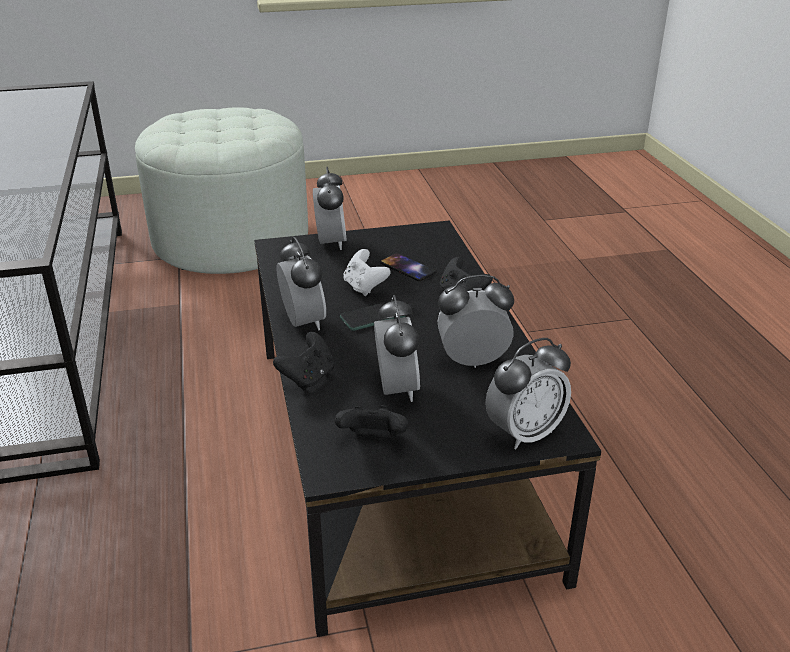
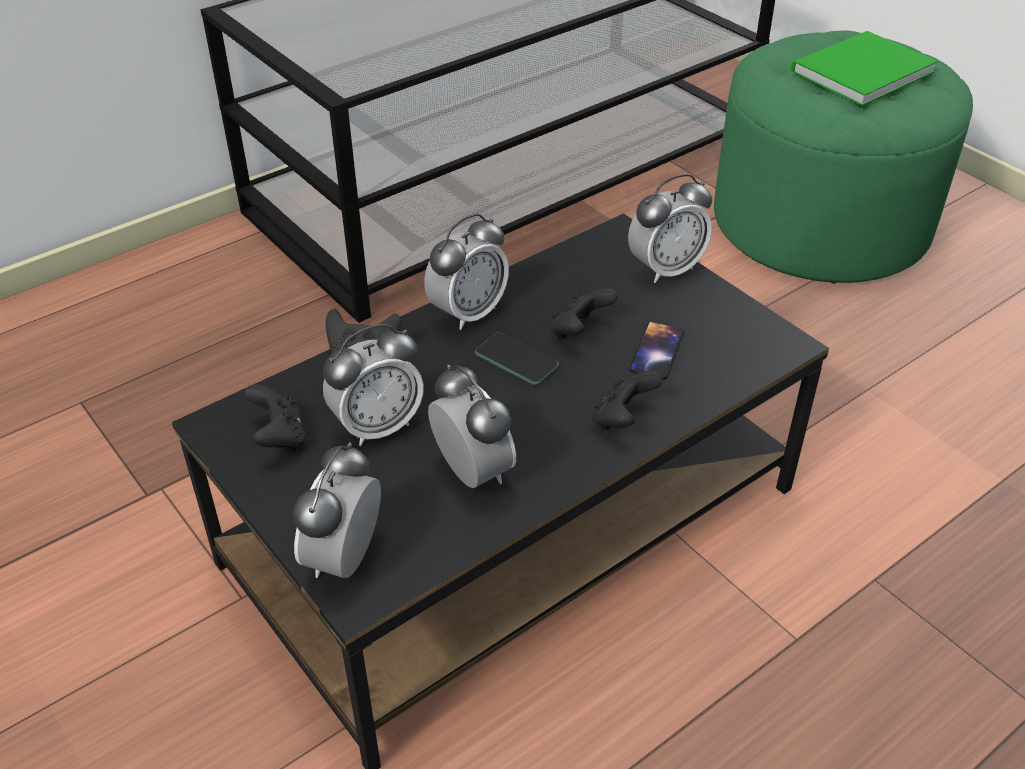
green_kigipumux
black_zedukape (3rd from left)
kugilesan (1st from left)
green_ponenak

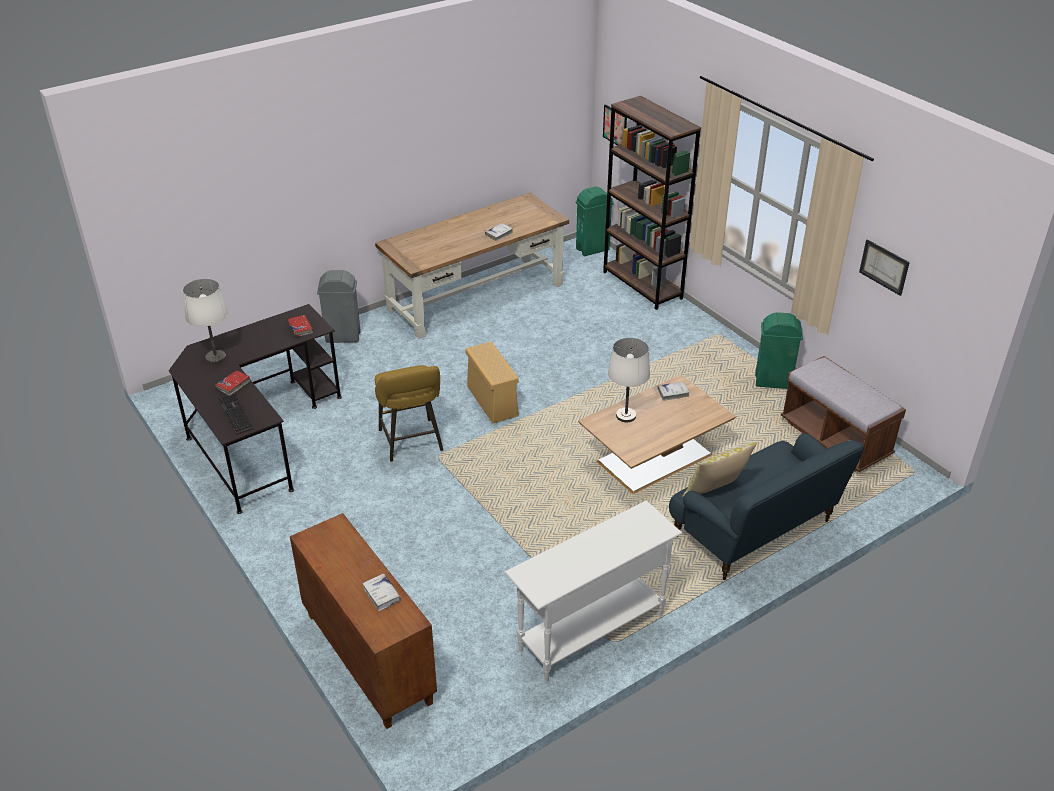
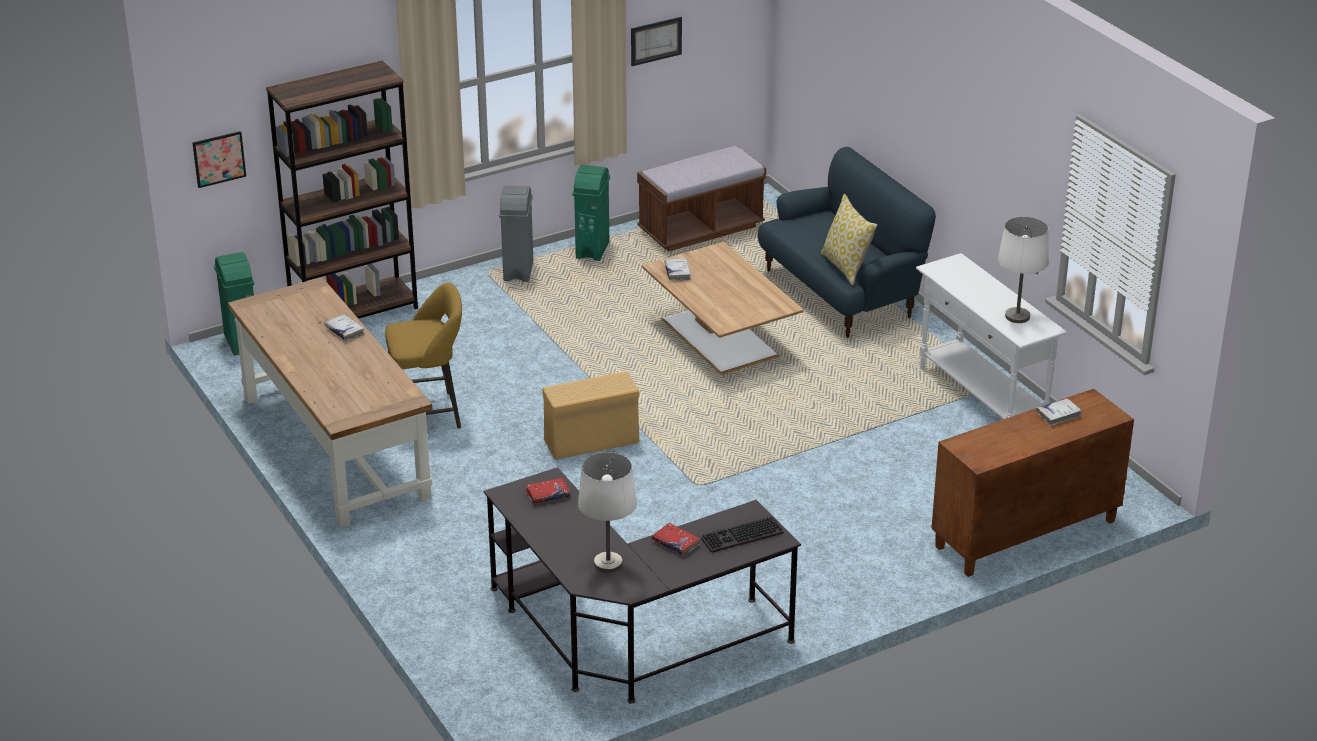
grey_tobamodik
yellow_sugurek
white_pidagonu (2nd from left)

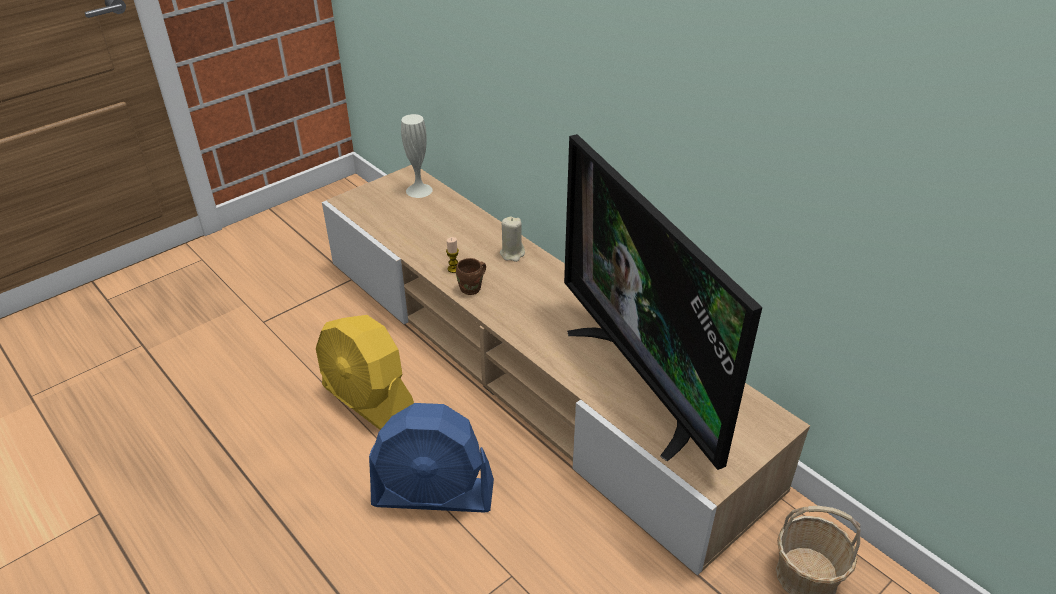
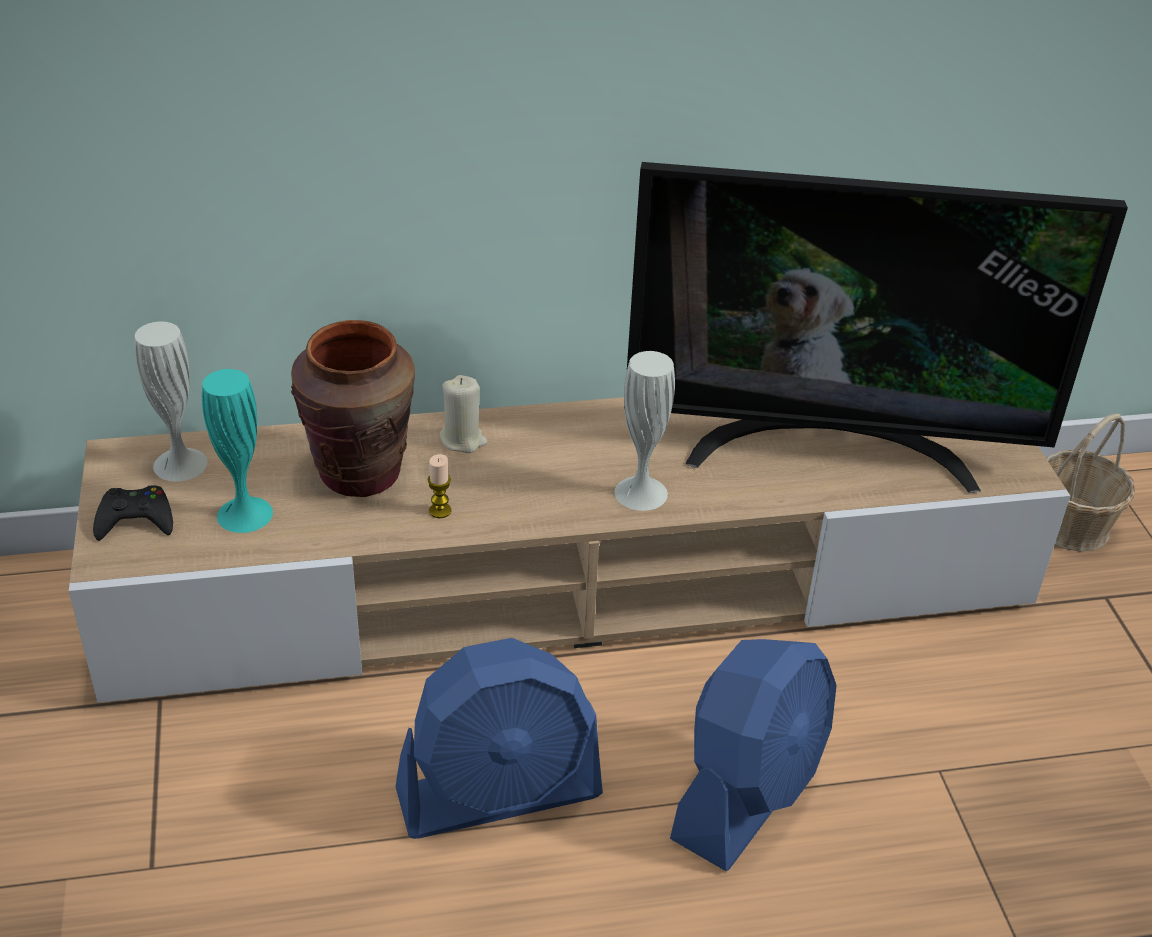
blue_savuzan (1st from left)
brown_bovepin
black_zedukape
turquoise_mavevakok
brown_mavevakok
white_mavevakok (2nd from left)

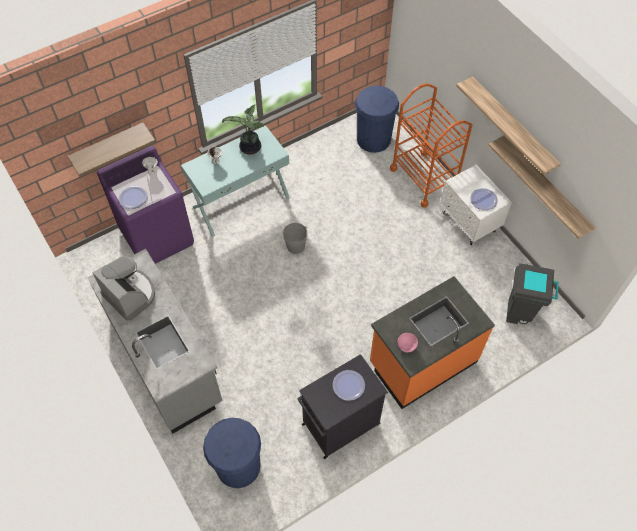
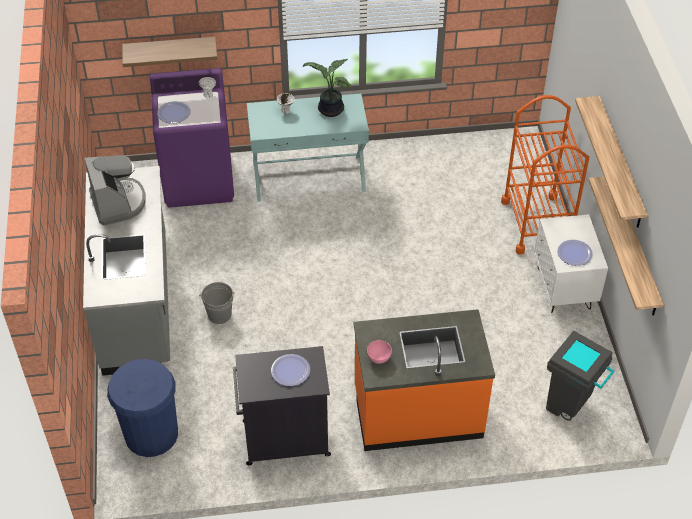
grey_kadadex
blue_tobamodik (2nd from left in the first image)

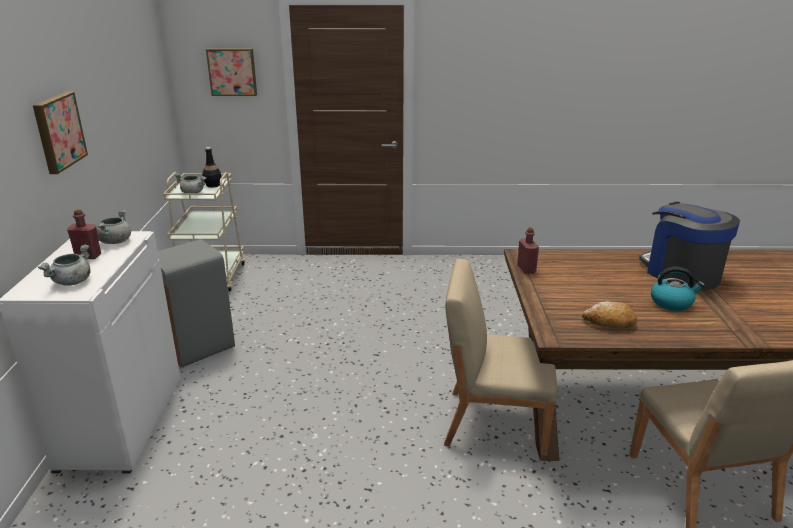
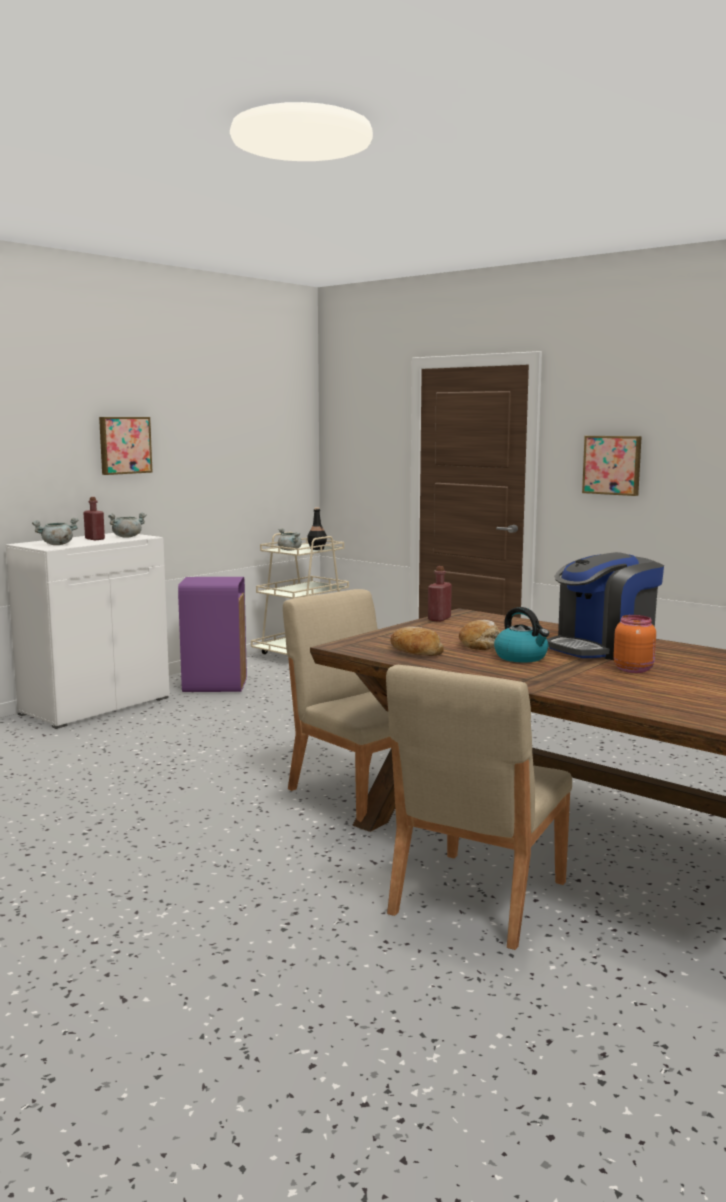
purple_tobamodik
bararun (2nd from left)
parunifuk
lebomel (2nd from left)
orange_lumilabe

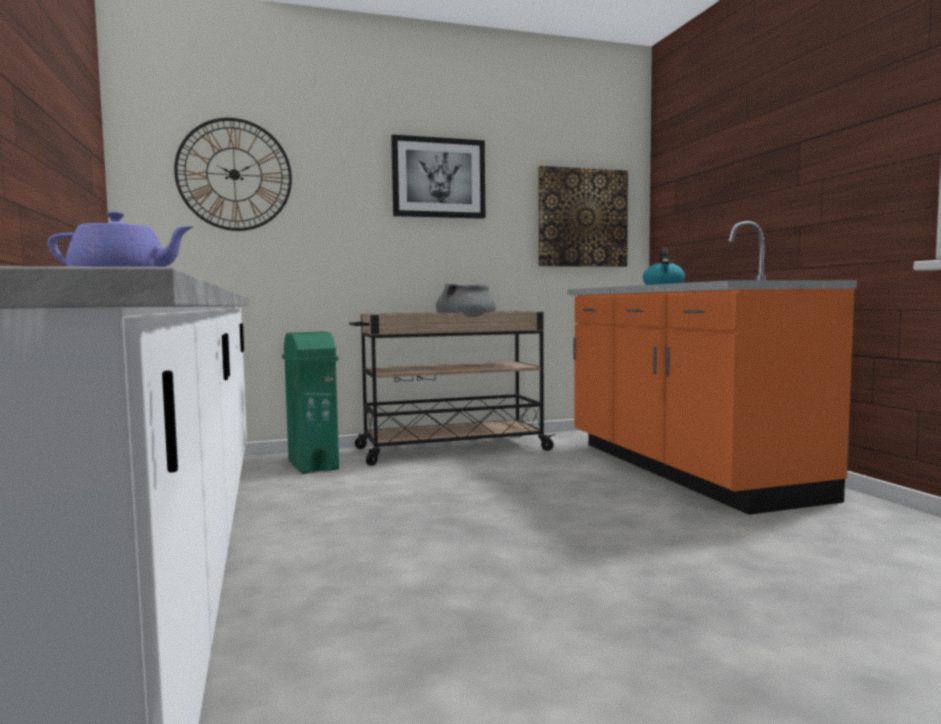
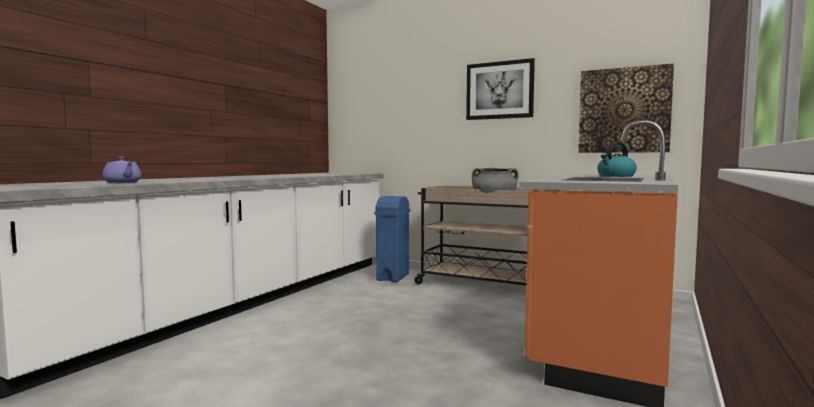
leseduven
blue_tobamodik

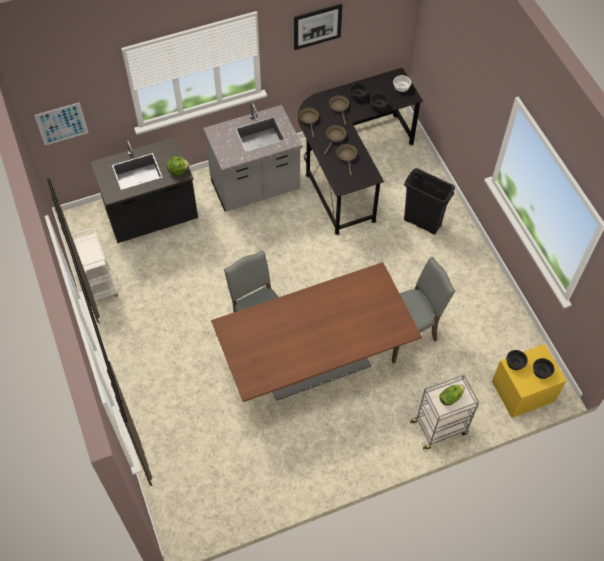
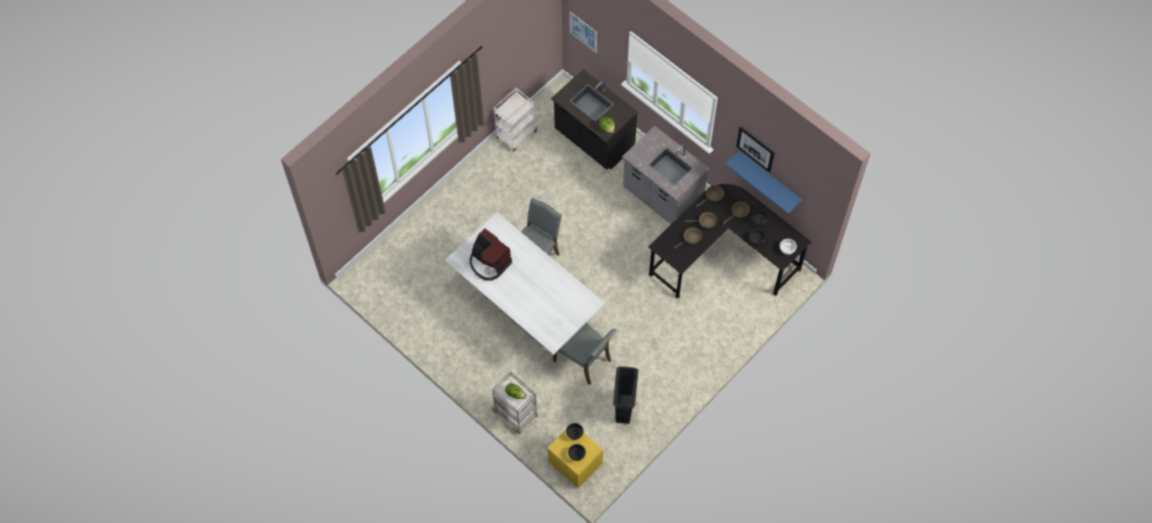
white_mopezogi
black_tobamodik
parunifuk
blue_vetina

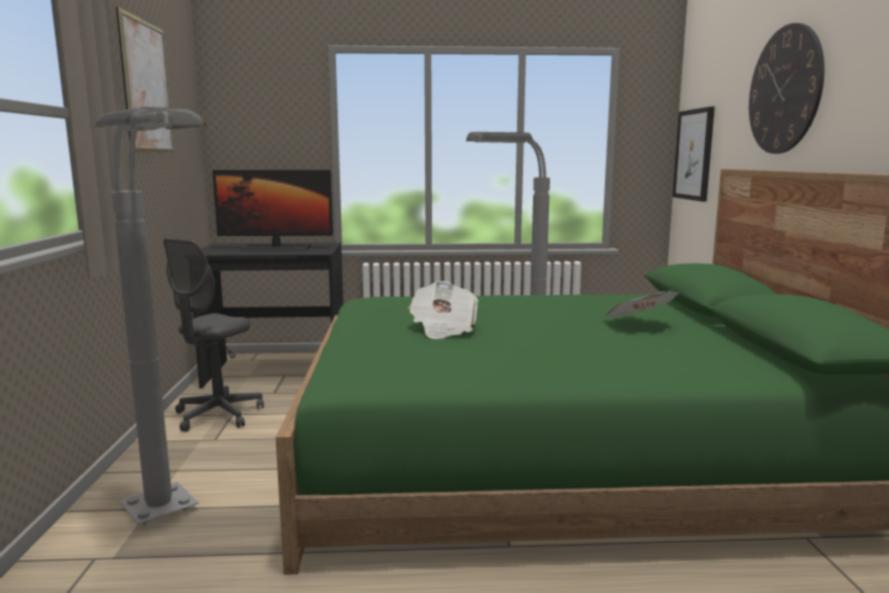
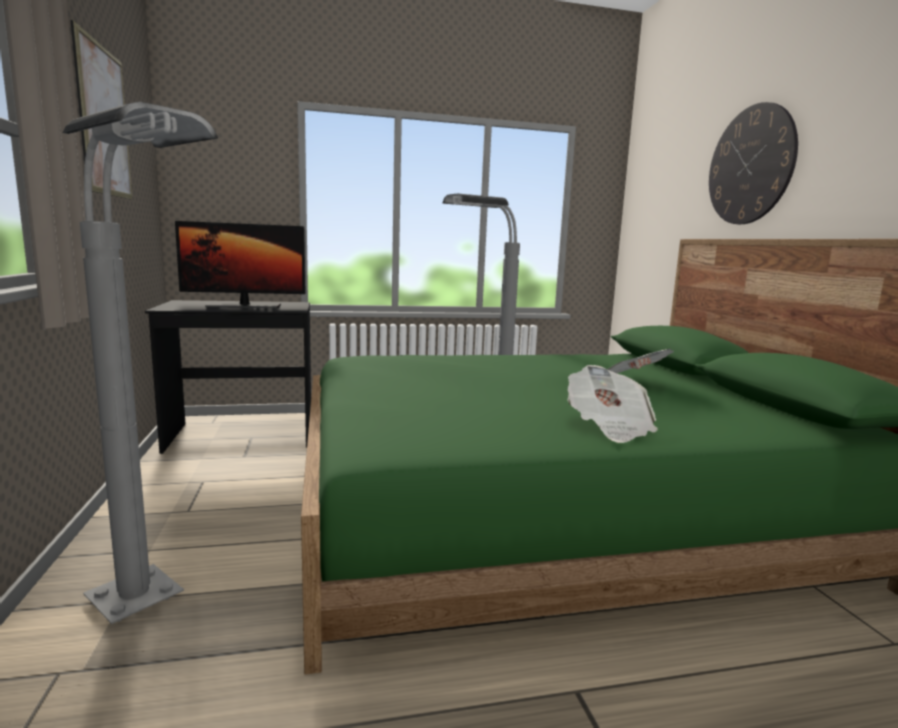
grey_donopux
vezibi (1st from left)
bararun (2nd from left in the first image)

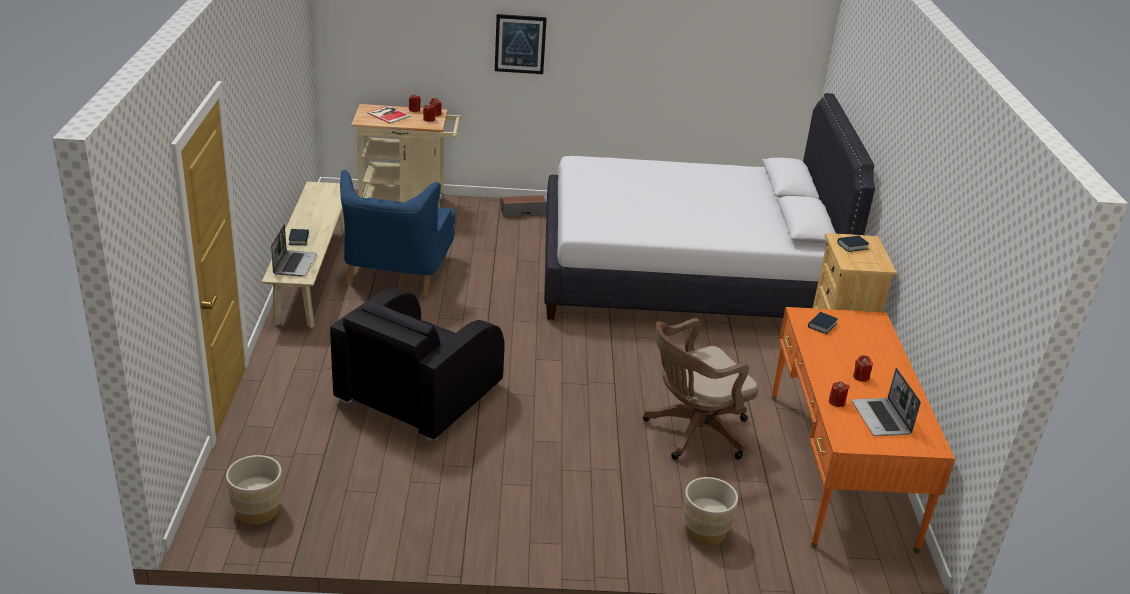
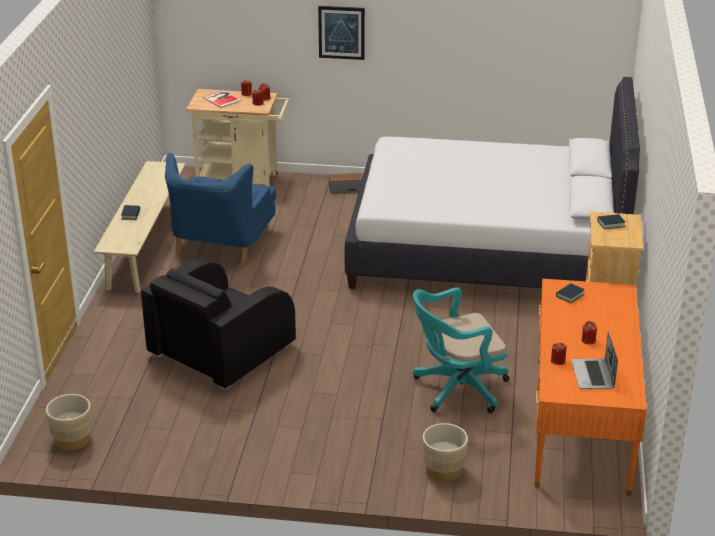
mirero (1st from left in the first image)
turquoise_donopux

